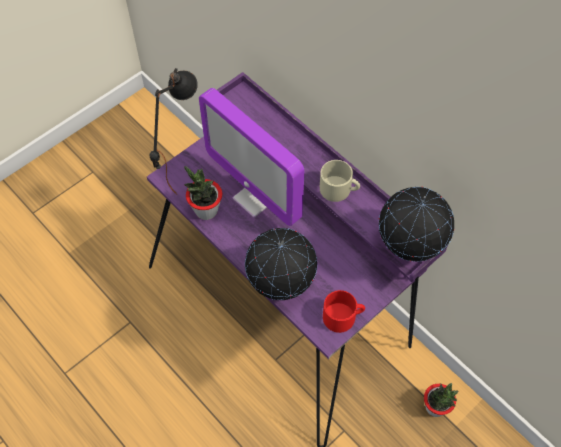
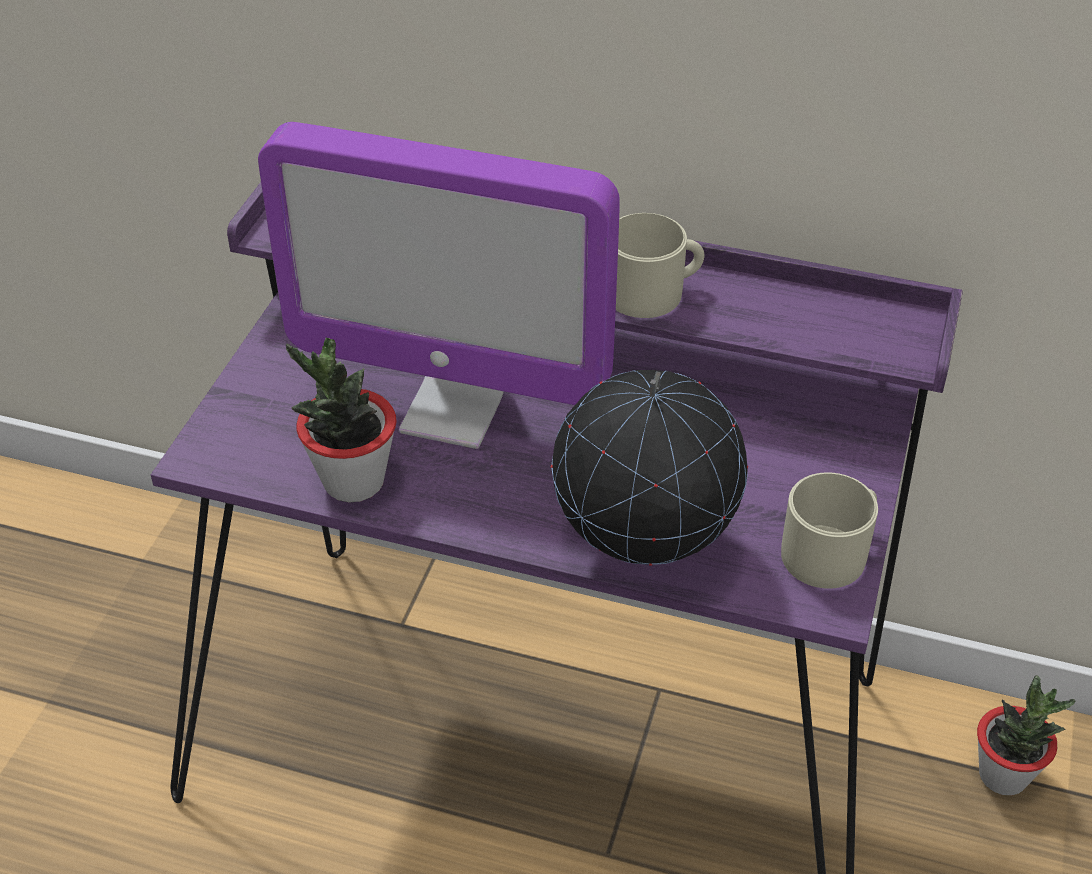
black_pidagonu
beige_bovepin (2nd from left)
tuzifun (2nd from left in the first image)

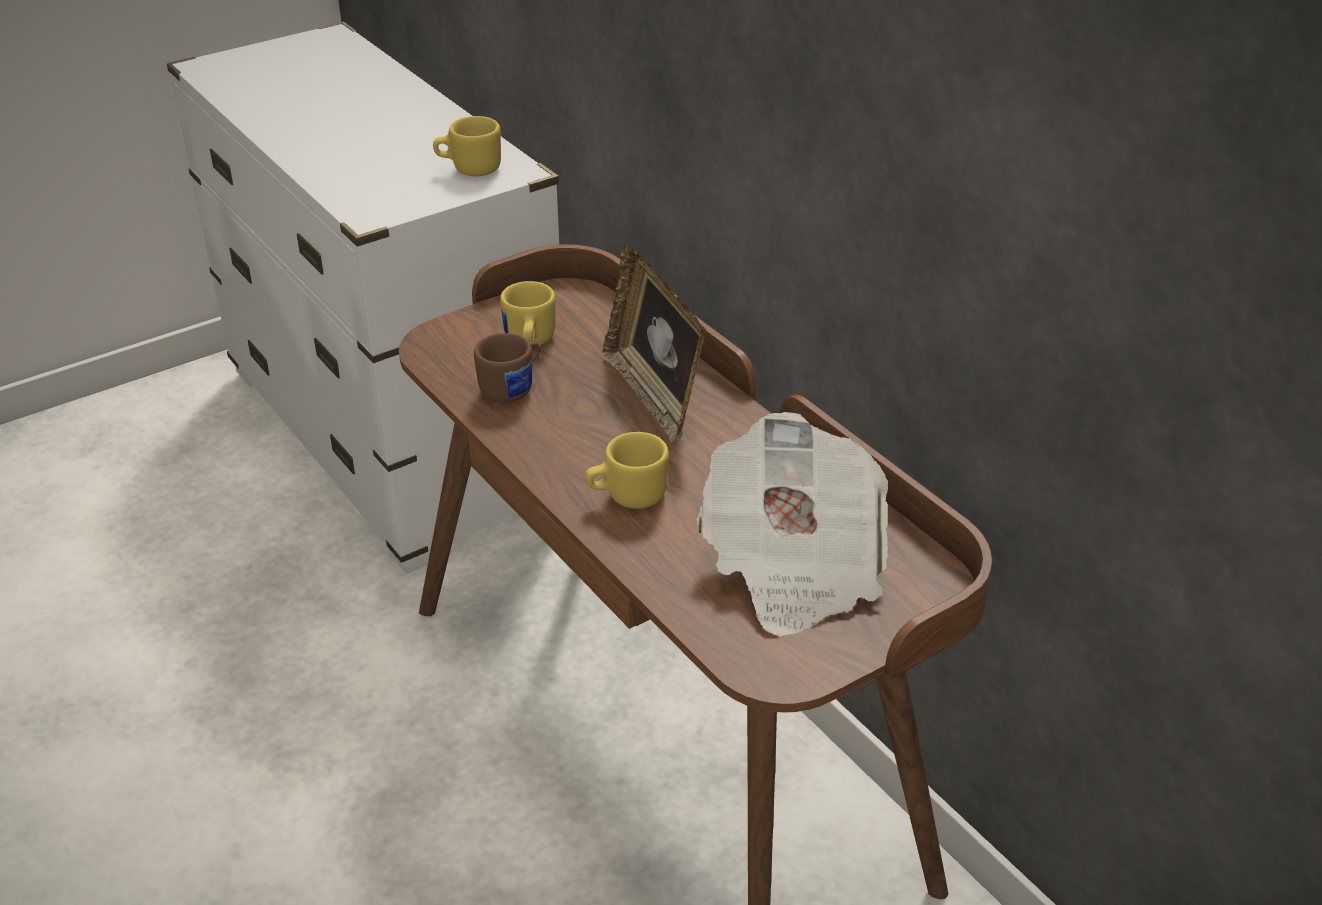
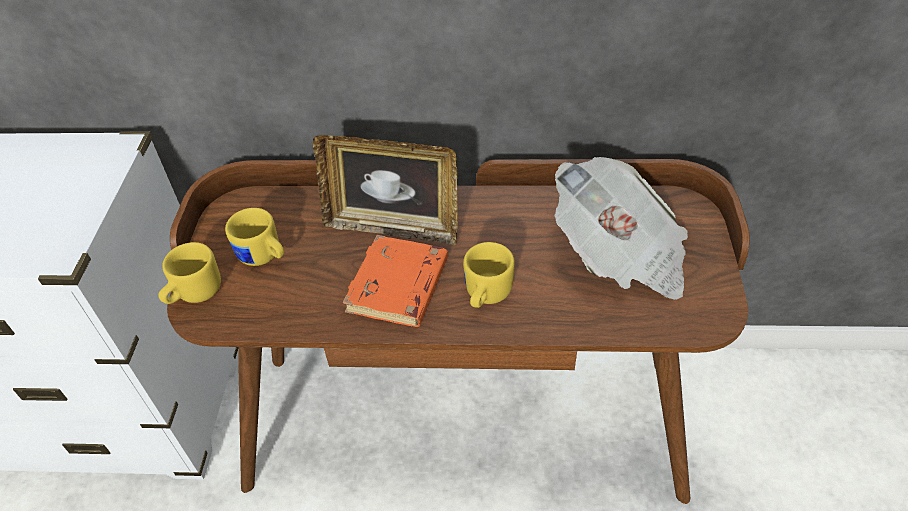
yellow_bovepin (1st from left)
brown_bovepin
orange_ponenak

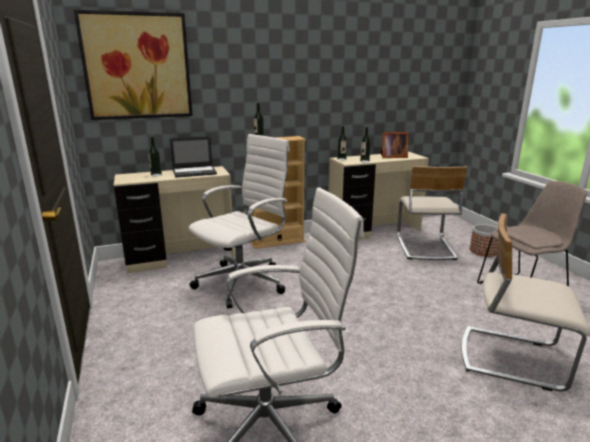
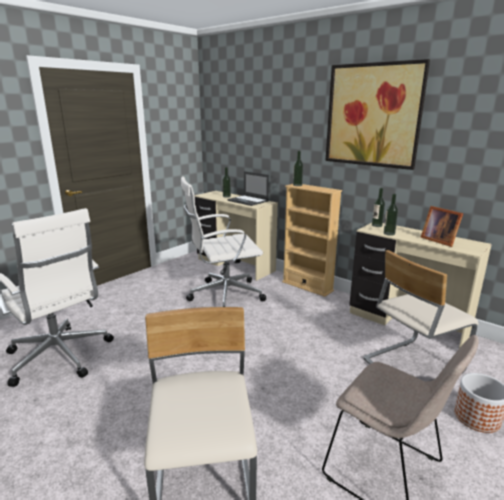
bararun
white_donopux (2nd from left)

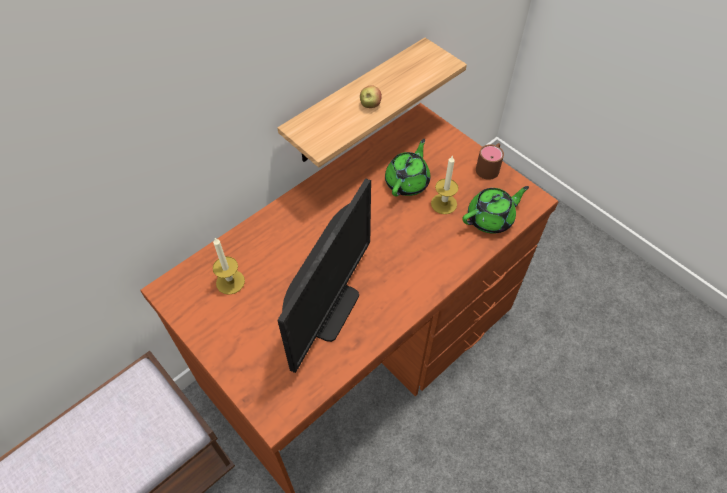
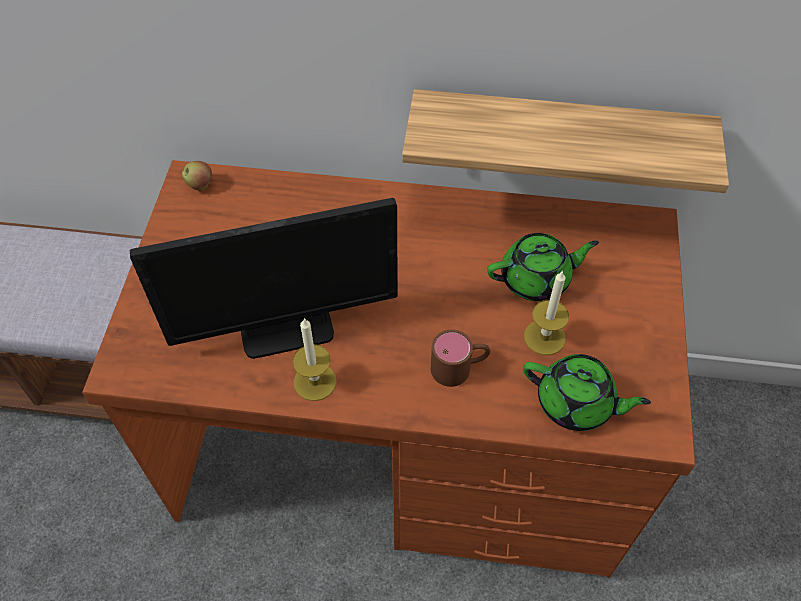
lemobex (1st from left)
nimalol
brown_bovepin

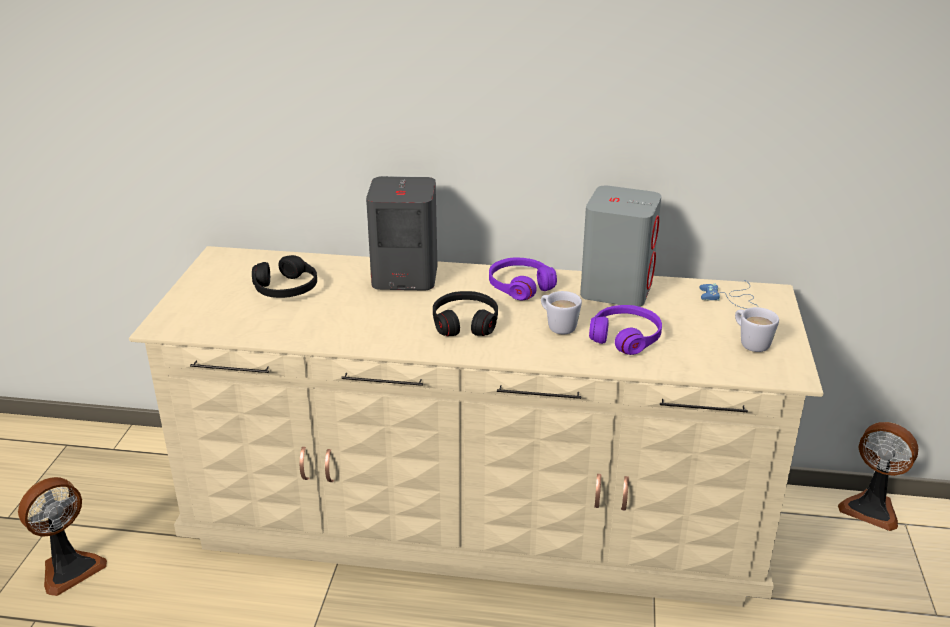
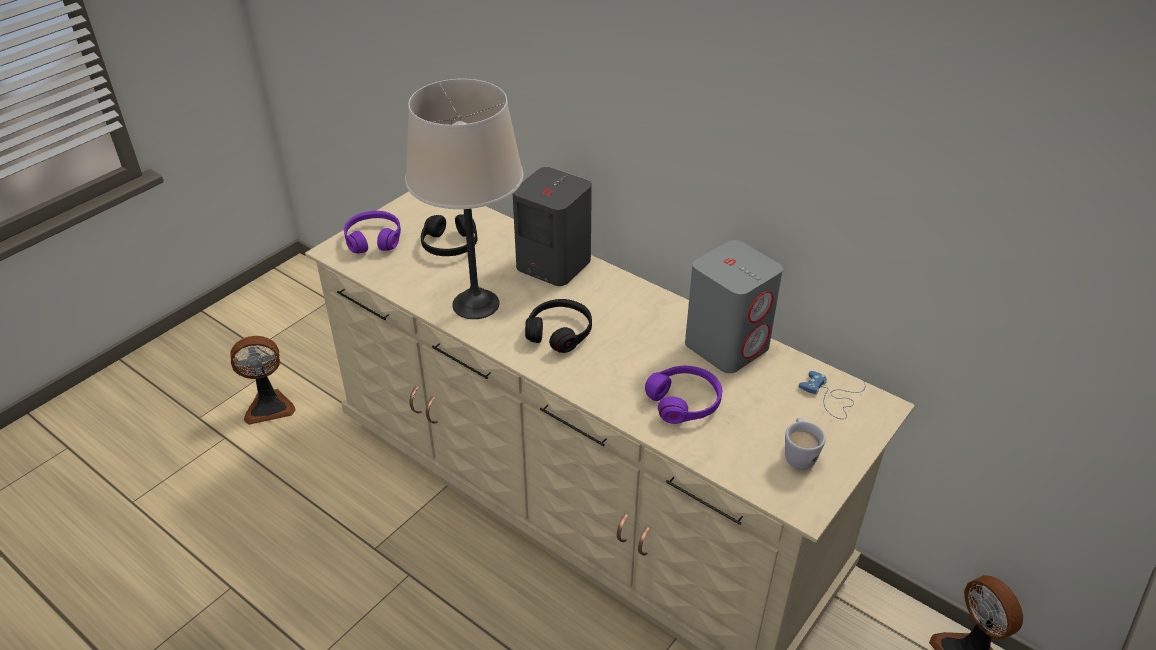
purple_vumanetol (1st from left)
white_bovepin (1st from left in the first image)
beige_pidagonu

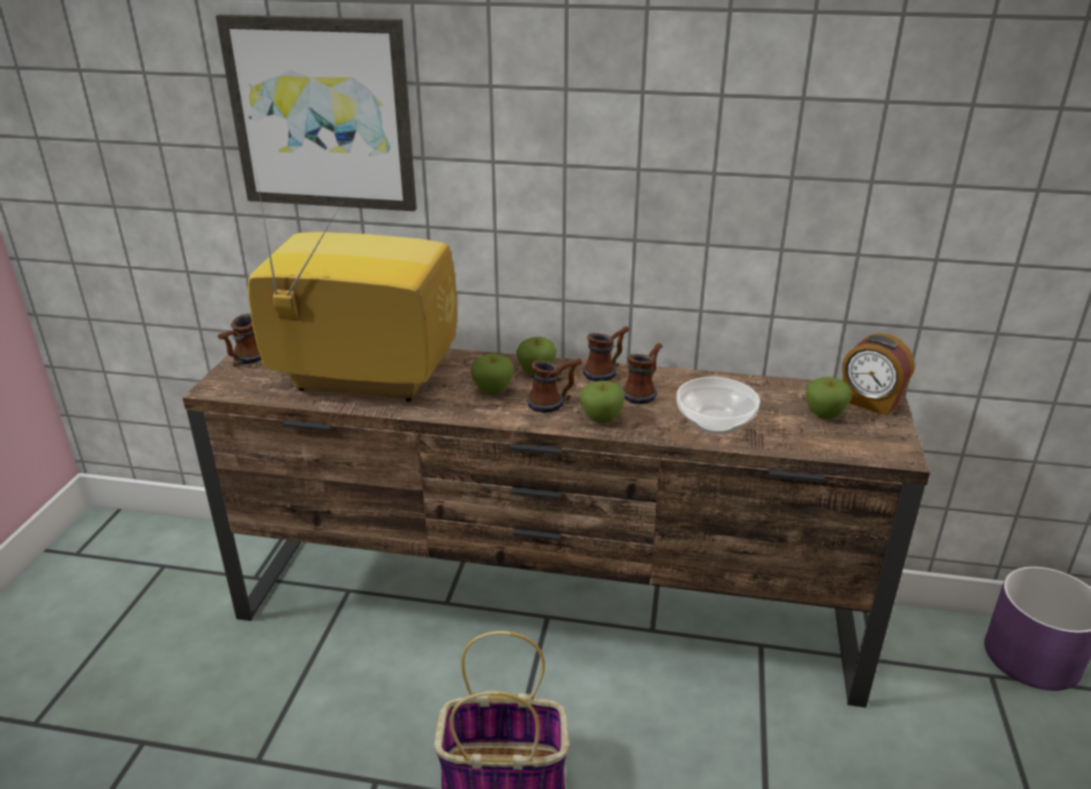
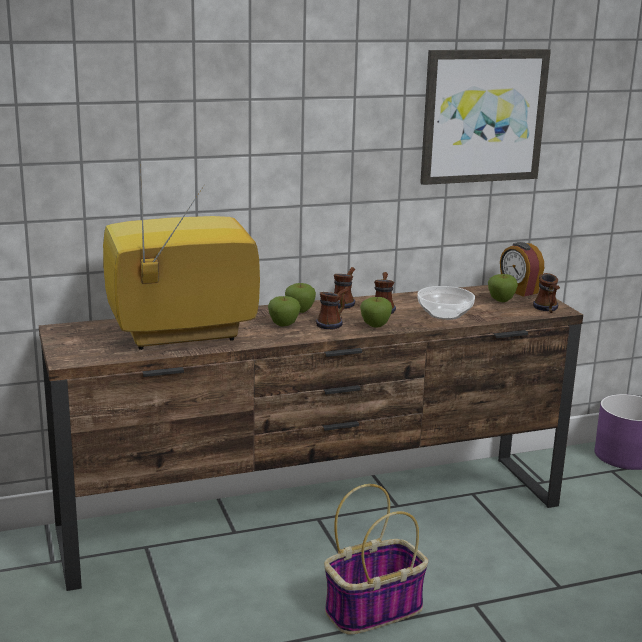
bararun
bovepin (4th from left)
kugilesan

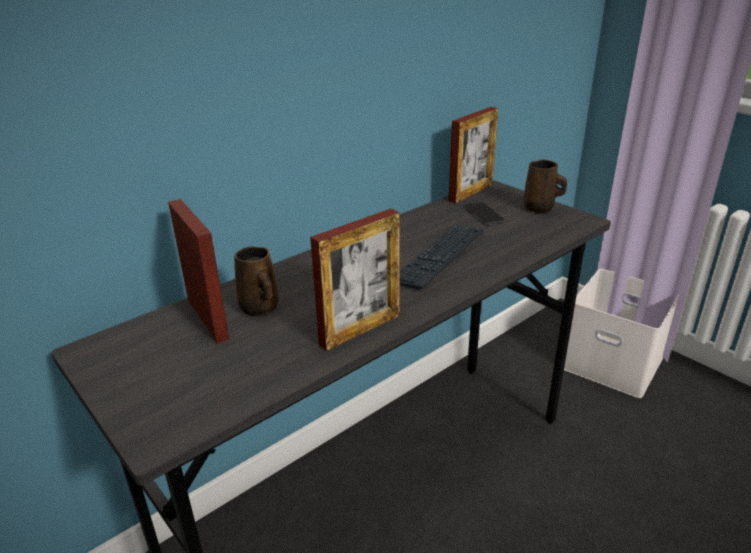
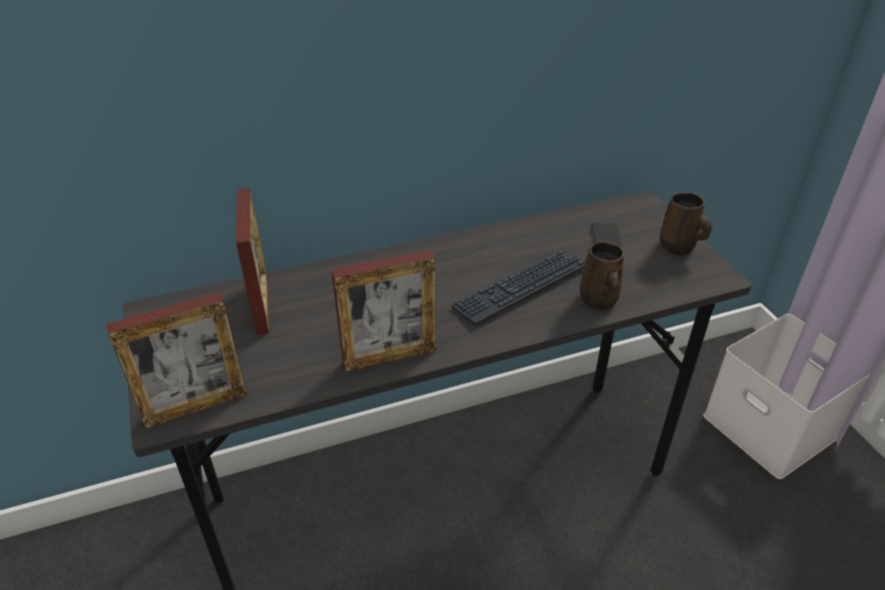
brown_bovepin (1st from left)
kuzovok (1st from left)

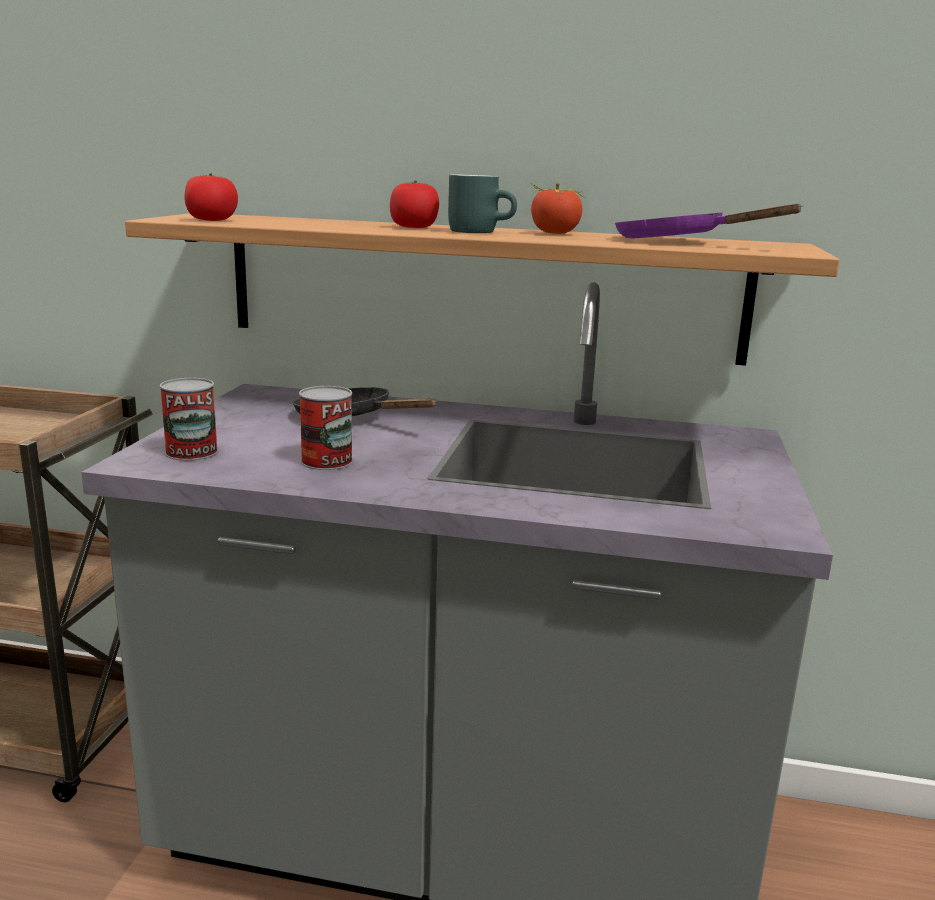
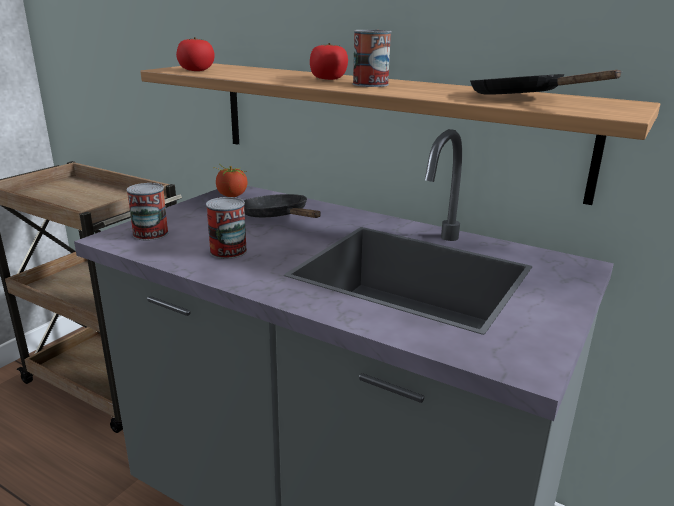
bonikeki (3rd from left)
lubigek (2nd from left)
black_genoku (2nd from left)

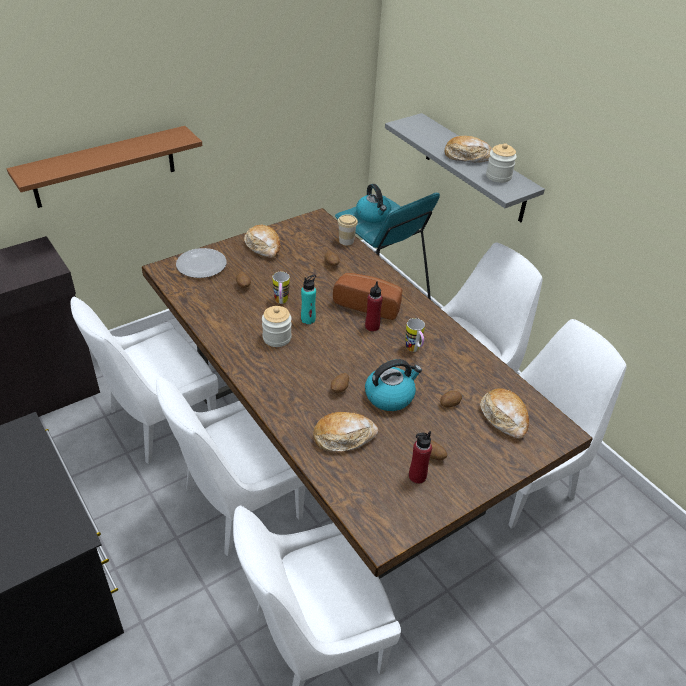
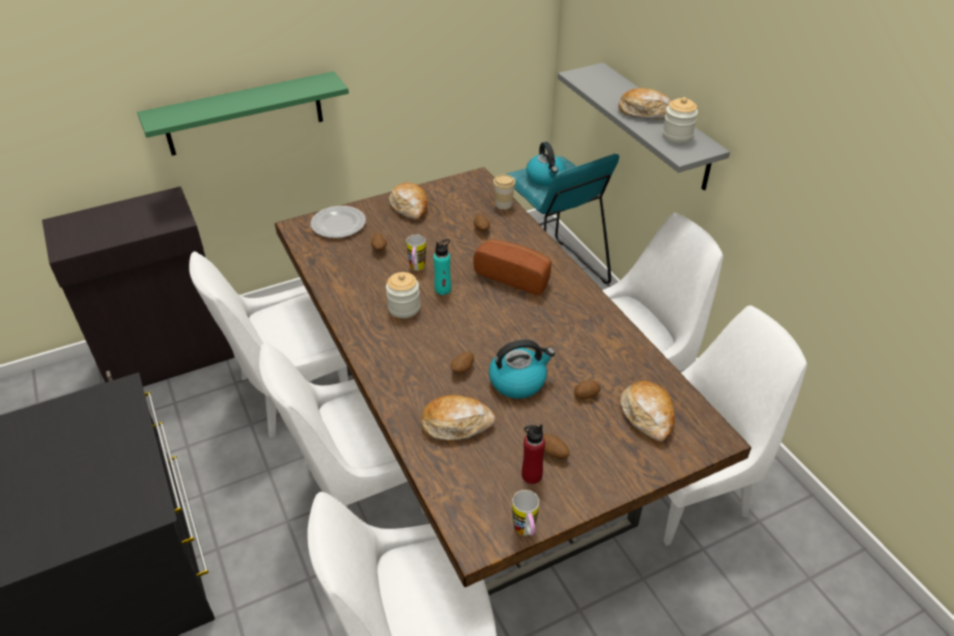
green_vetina
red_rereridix (1st from left in the first image)
bovepin (2nd from left)

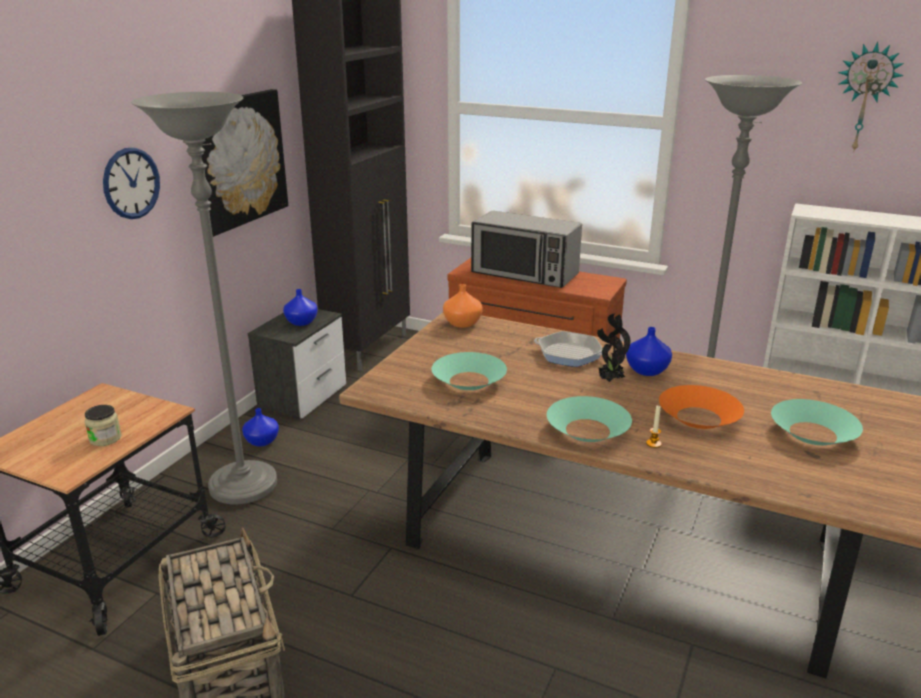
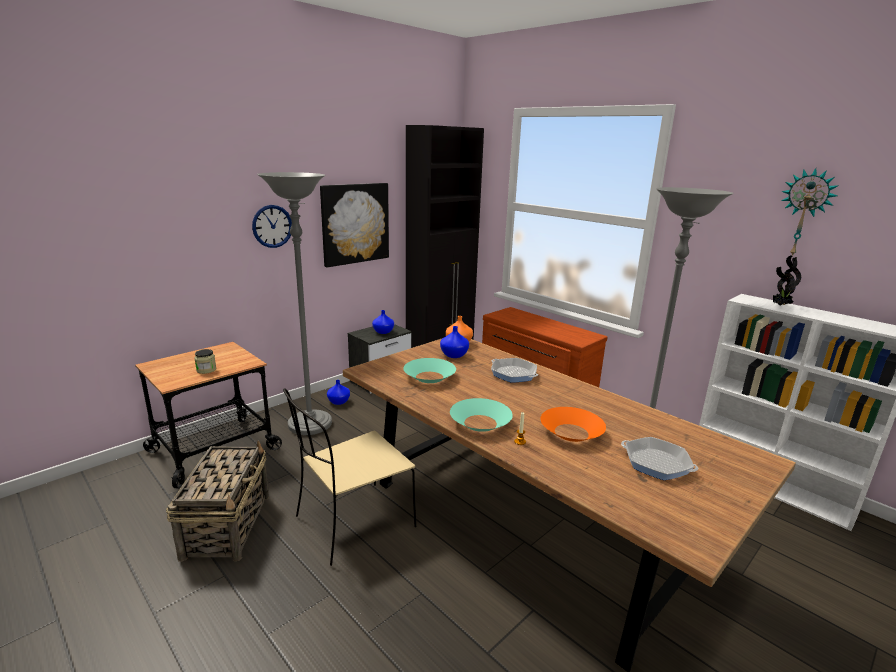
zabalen
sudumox
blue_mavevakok (3rd from left)
genoku (2nd from left)
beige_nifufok

